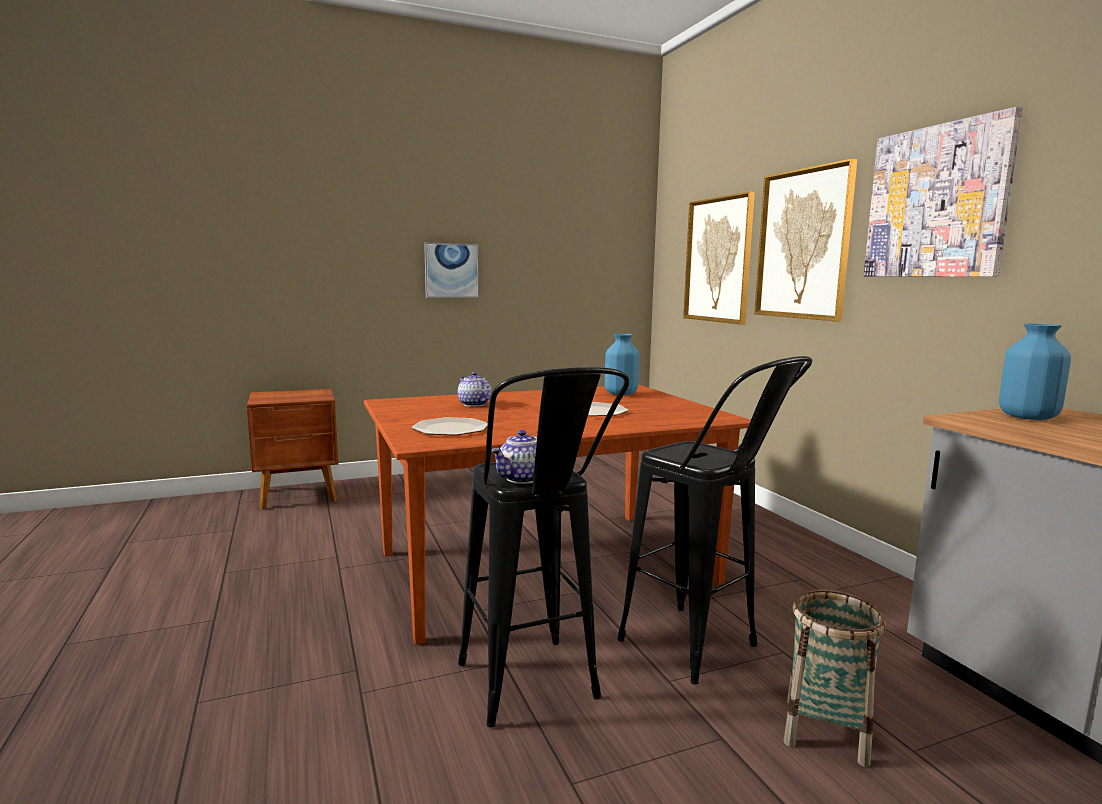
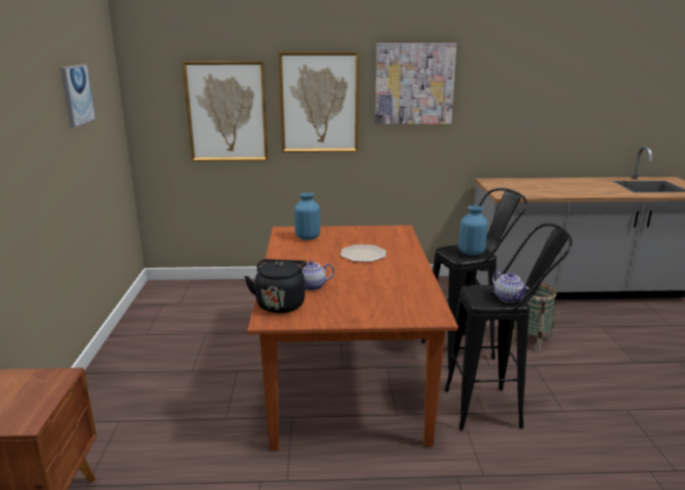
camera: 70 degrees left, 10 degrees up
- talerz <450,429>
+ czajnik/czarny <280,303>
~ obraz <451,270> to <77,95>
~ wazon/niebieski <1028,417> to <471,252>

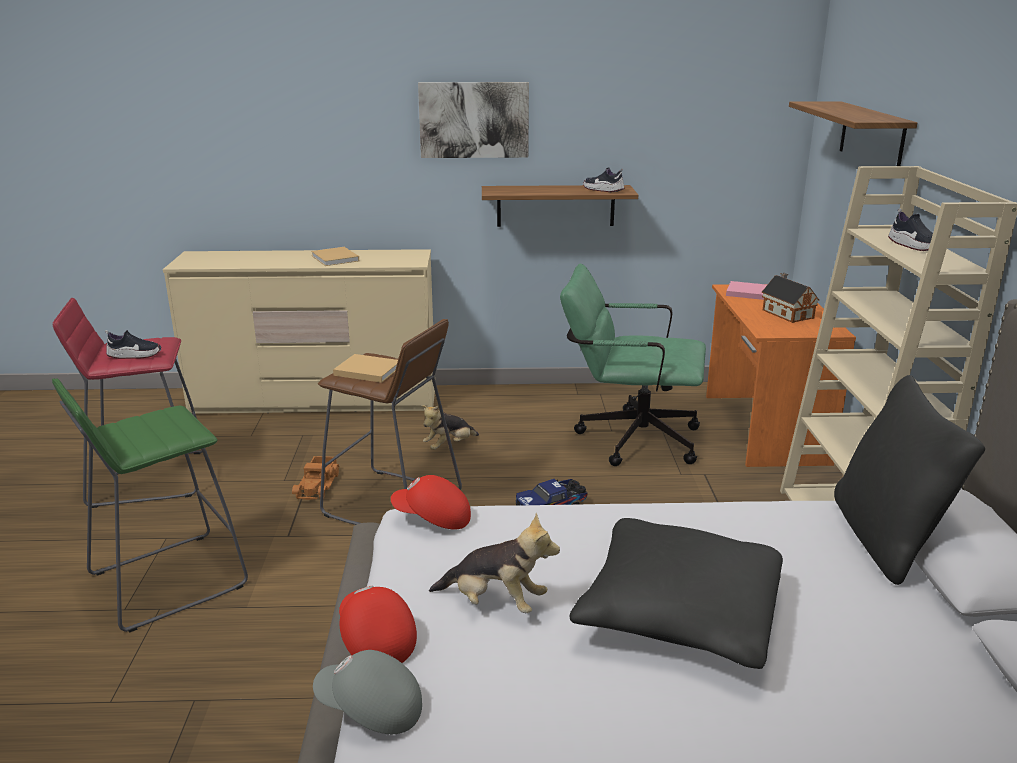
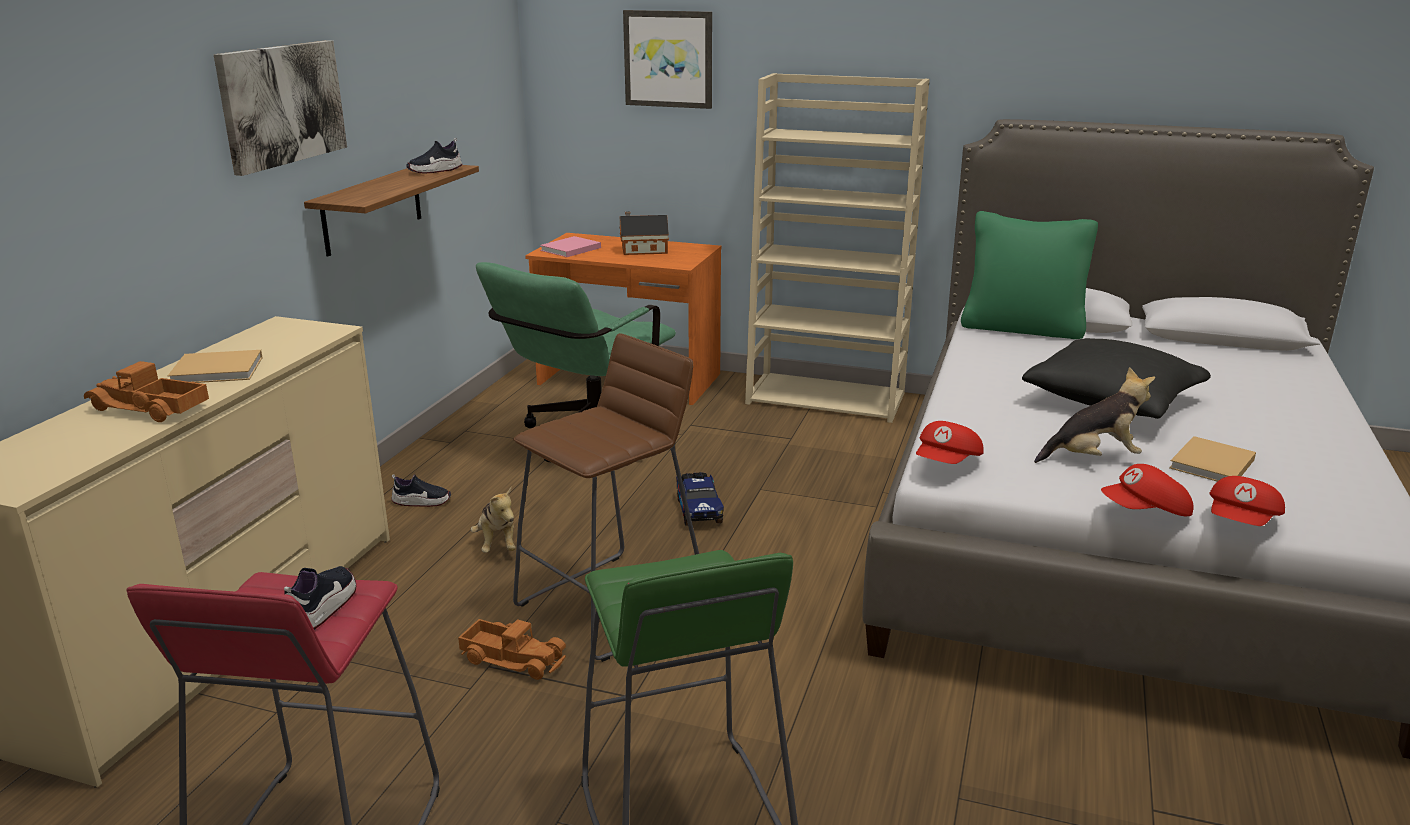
camera: 70 degrees left, 0 degrees up
+ ciężarówka zabawkowa <149,409>
~ książka/beżowy <366,370> to <1211,465>
~ but <913,246> to <421,502>
~ półka <871,136> to obraz <668,59>
~ czapka z daszkiem/szary <370,710> to czapka z daszkiem/czerwony <1242,522>
~ poduszka/czarny <887,539> to poduszka/zielony <1022,328>
~ pluszak <495,602> = <1093,458> 45 degrees clockwise

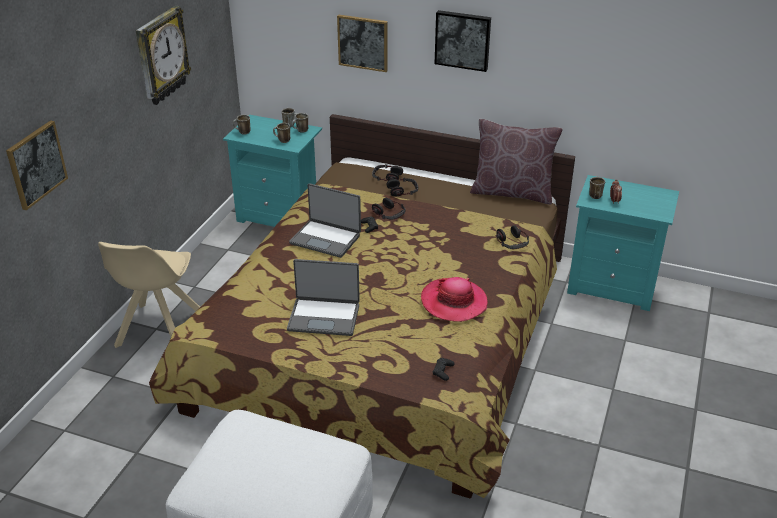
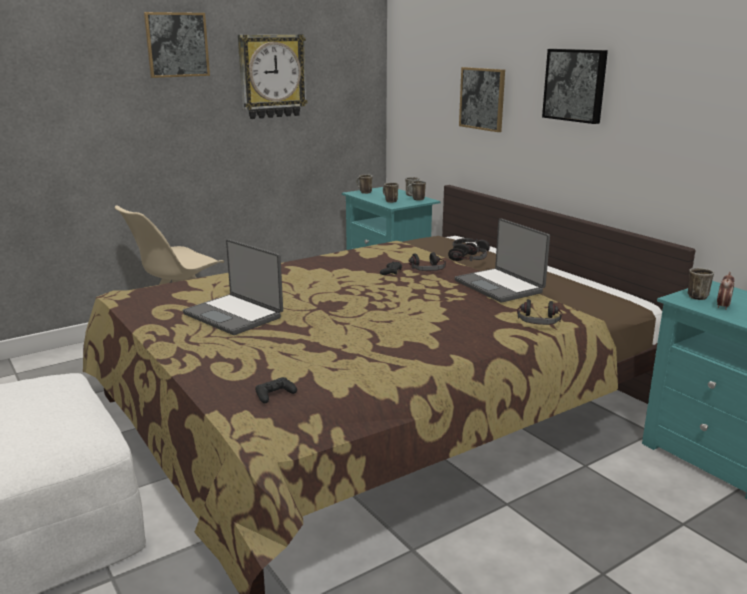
camera: 35 degrees right, 15 degrees down
- kapelusz <454,302>
- poduszka/brązowy <512,192>
~ obraz <36,164> to <177,45>
~ laptop <326,239> to <500,286>

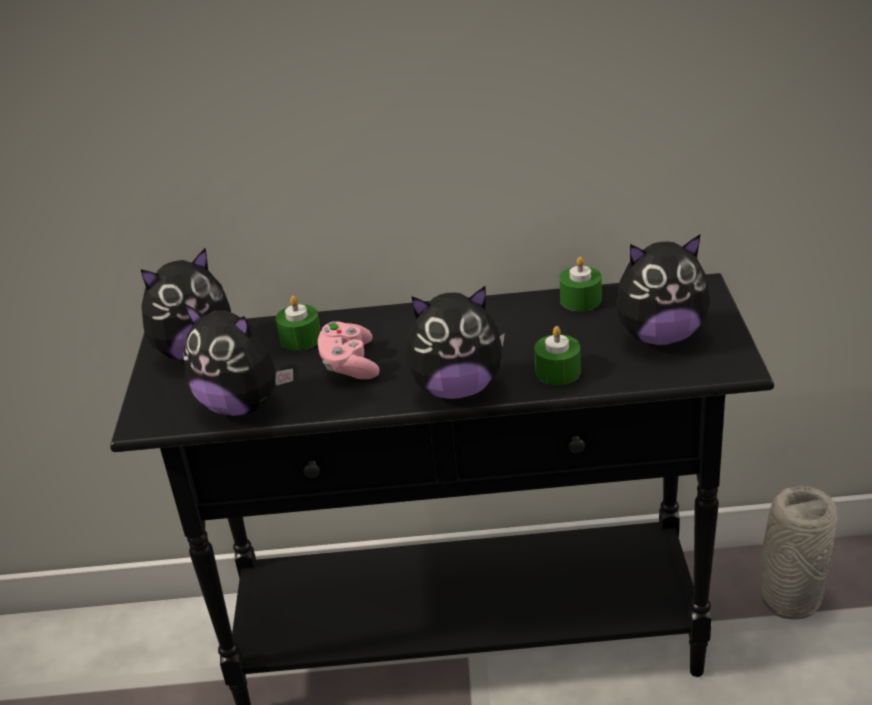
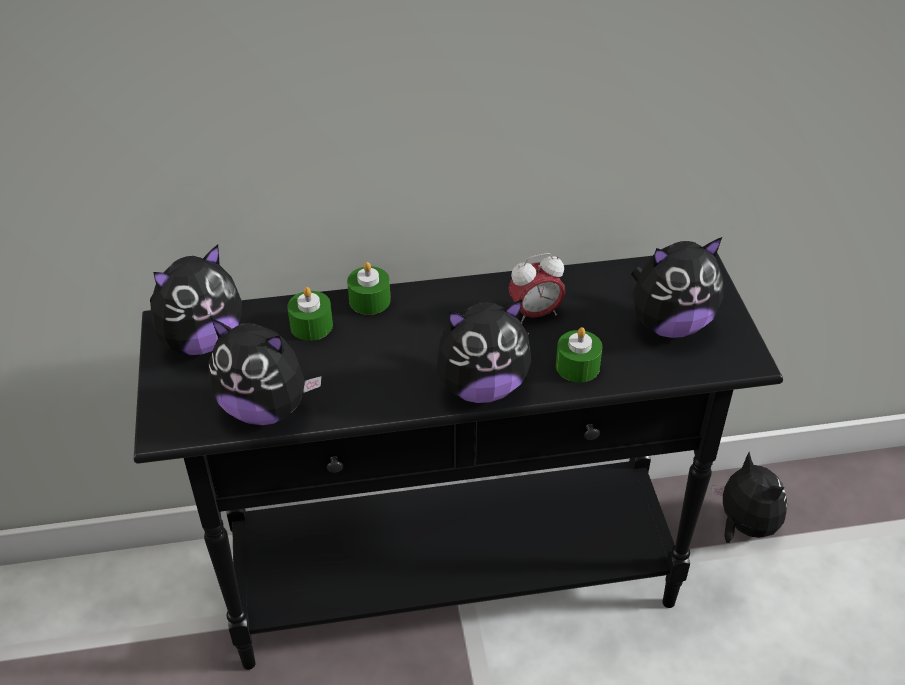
camera: 10 degrees left, 10 degrees up
- pad do gier/różowy <349,365>
+ budzik <535,314>
~ świeca/zielony <580,300> to <369,300>
~ wazon/szary <788,599> to pluszak <744,526>

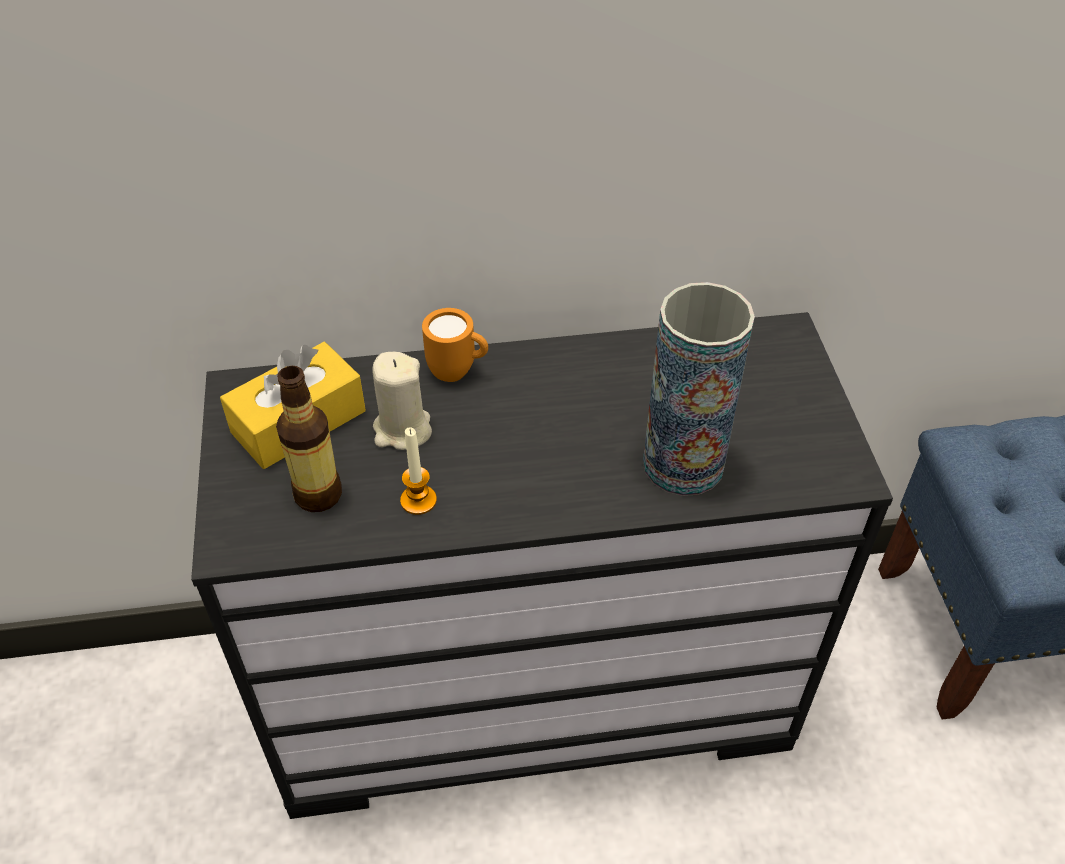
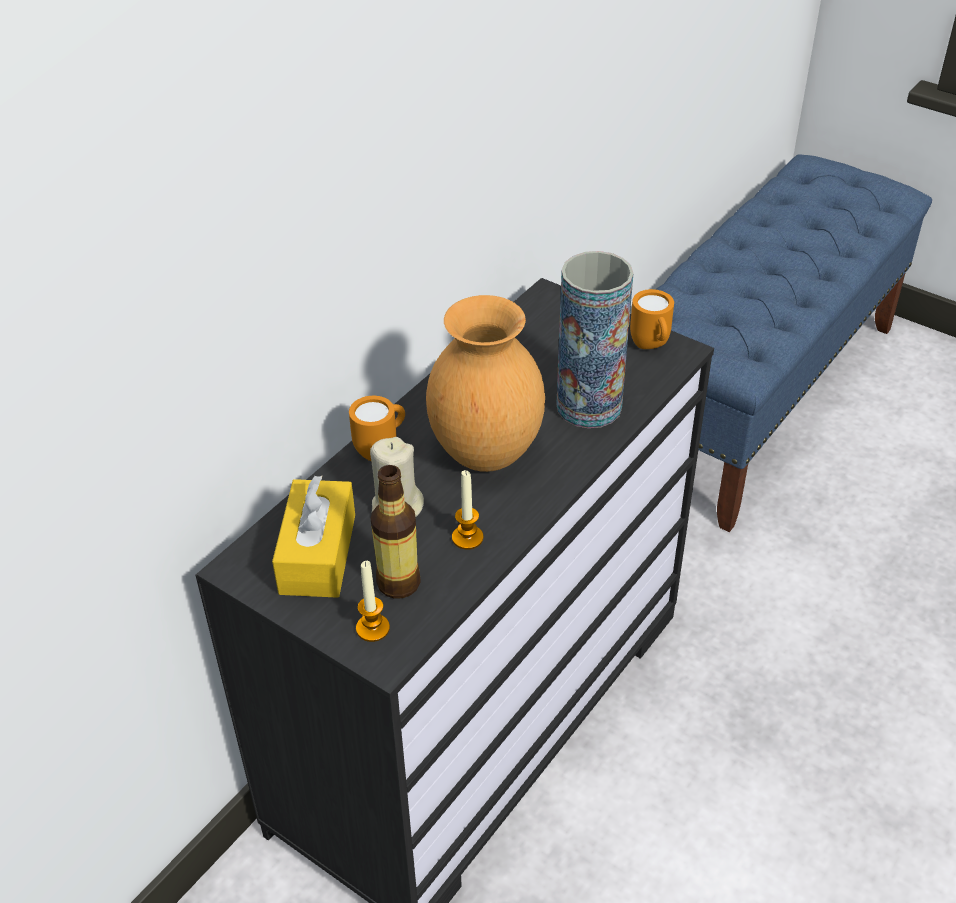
camera: 45 degrees left, 5 degrees down
+ świeca <372,628>
+ wazon/brązowy <486,453>
+ kubek/pomarańczowy <651,346>

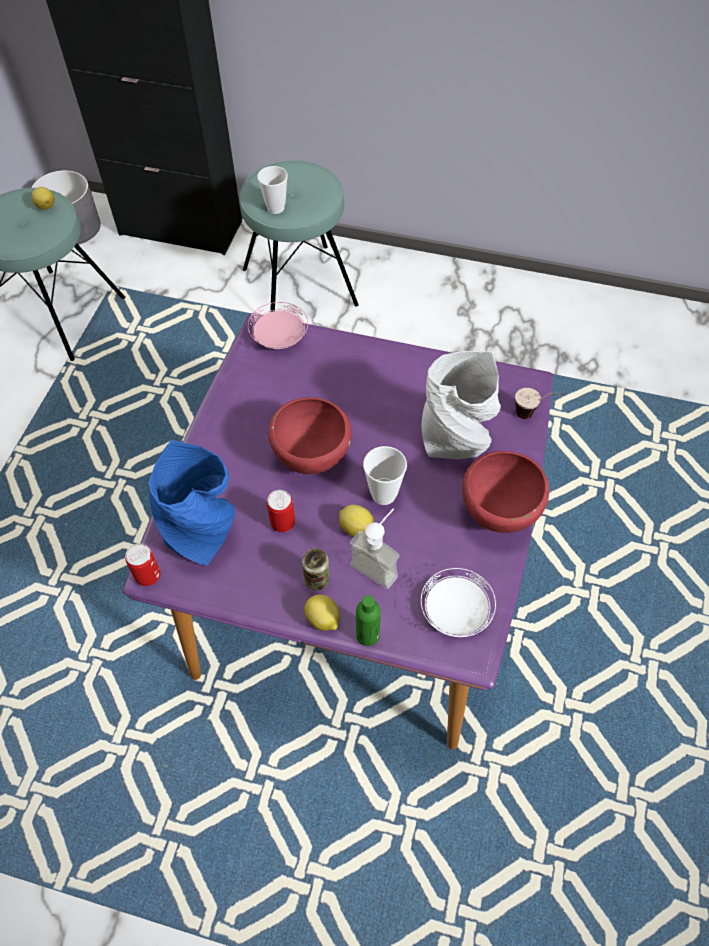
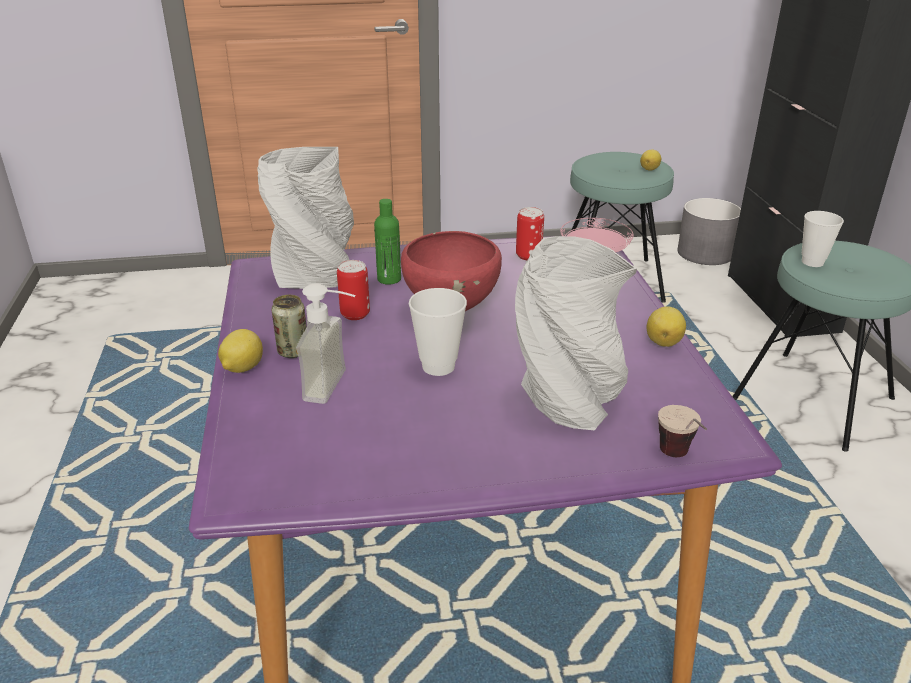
camera: 65 degrees right, 25 degrees down
- talerz/biały <456,611>
- miska/czerwony <499,515>
~ puszka <148,576> to <528,256>
~ cytryna <355,527> to <664,341>
~ butelka/zielony <367,635> to <389,279>
~ wazon/niebieski <203,533> to wazon/szary <316,277>

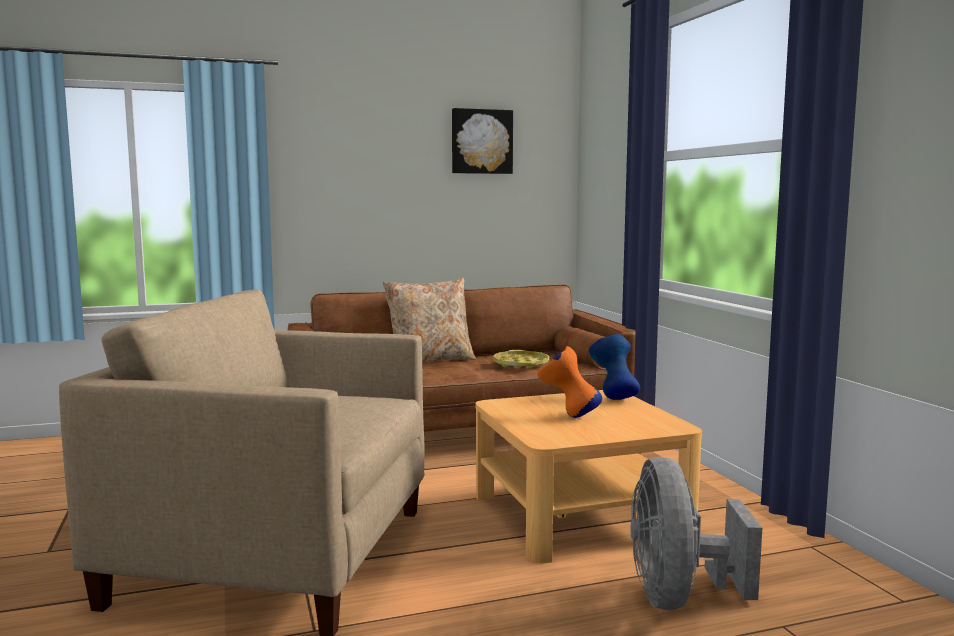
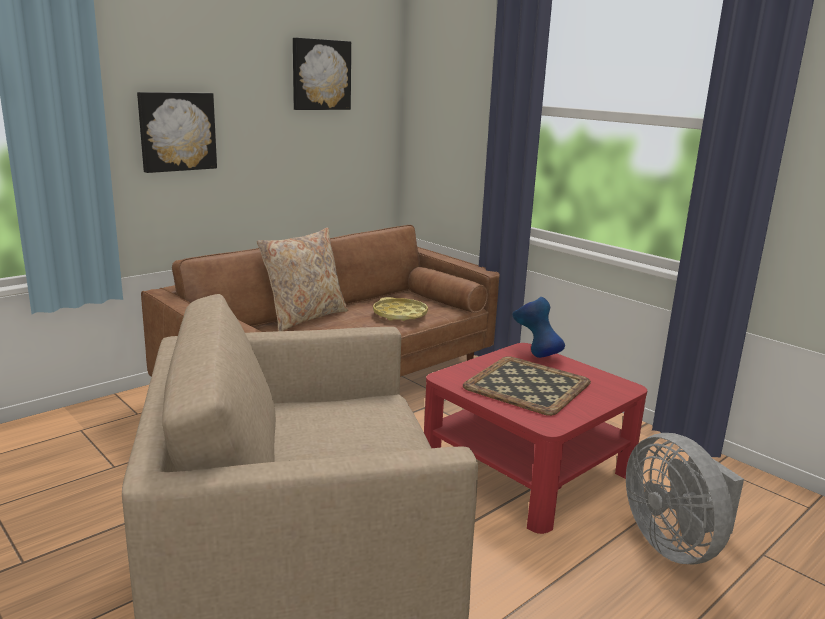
camera: 25 degrees left, 10 degrees up
+ obraz <177,131>
~ wazon/pomarańczowy <568,416> to taca <527,386>
~ ława/beżowy <580,514> to ława/czerwony <527,467>

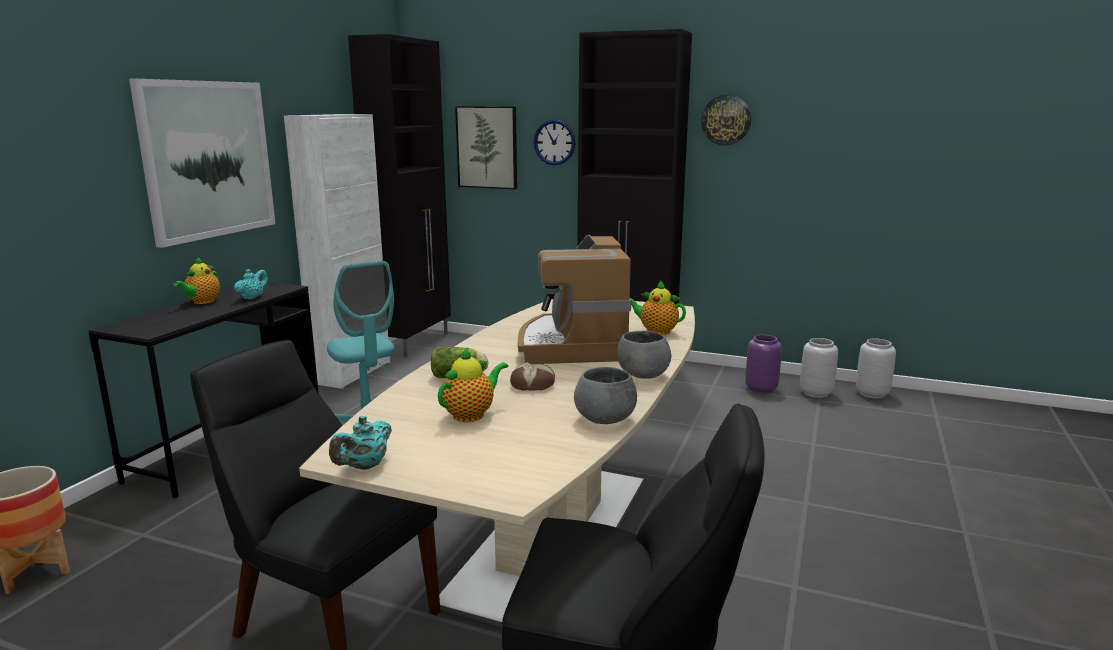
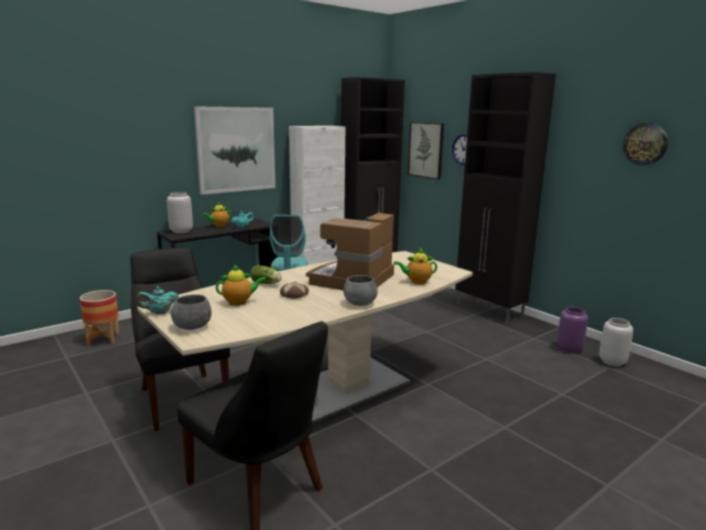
camera: 30 degrees right, 0 degrees up
~ miska/szary <605,419> to <192,327>
~ zegar ścienny <726,120> to <645,144>
~ wazon/szary <872,394> to <181,231>
~ imbryk <655,331> = <416,281> 60 degrees counterclockwise

